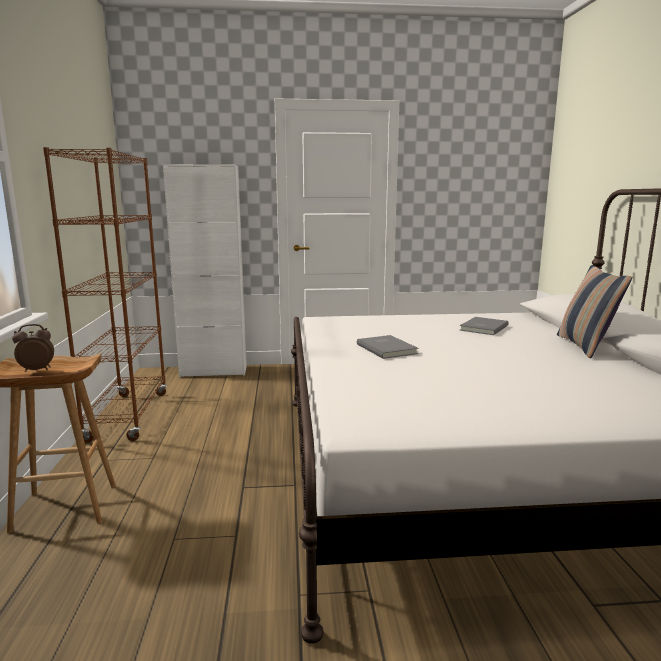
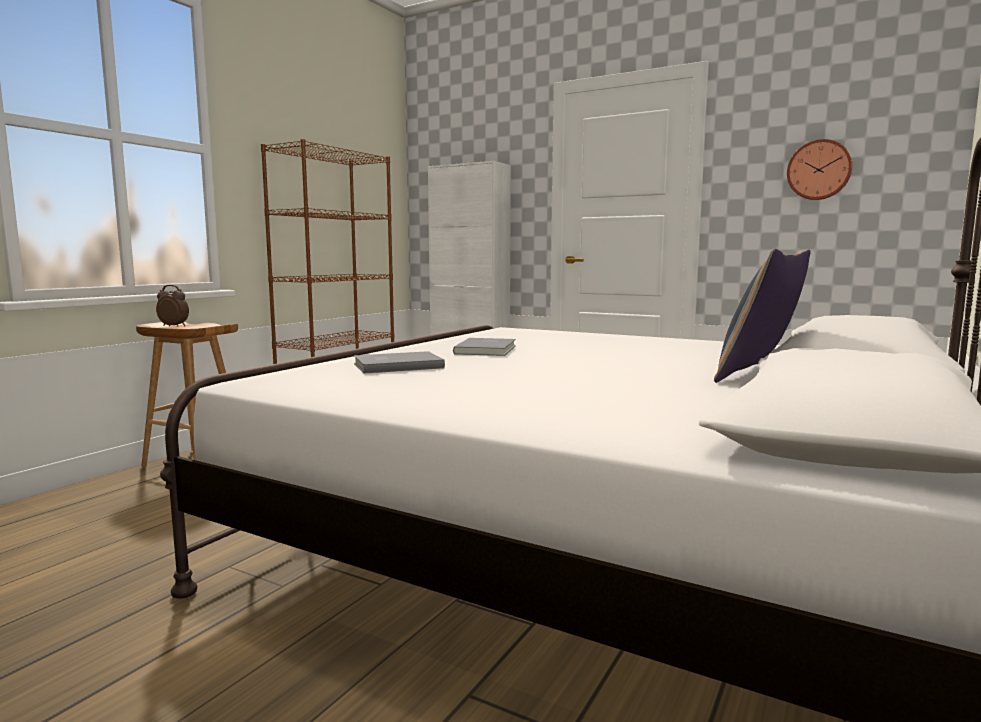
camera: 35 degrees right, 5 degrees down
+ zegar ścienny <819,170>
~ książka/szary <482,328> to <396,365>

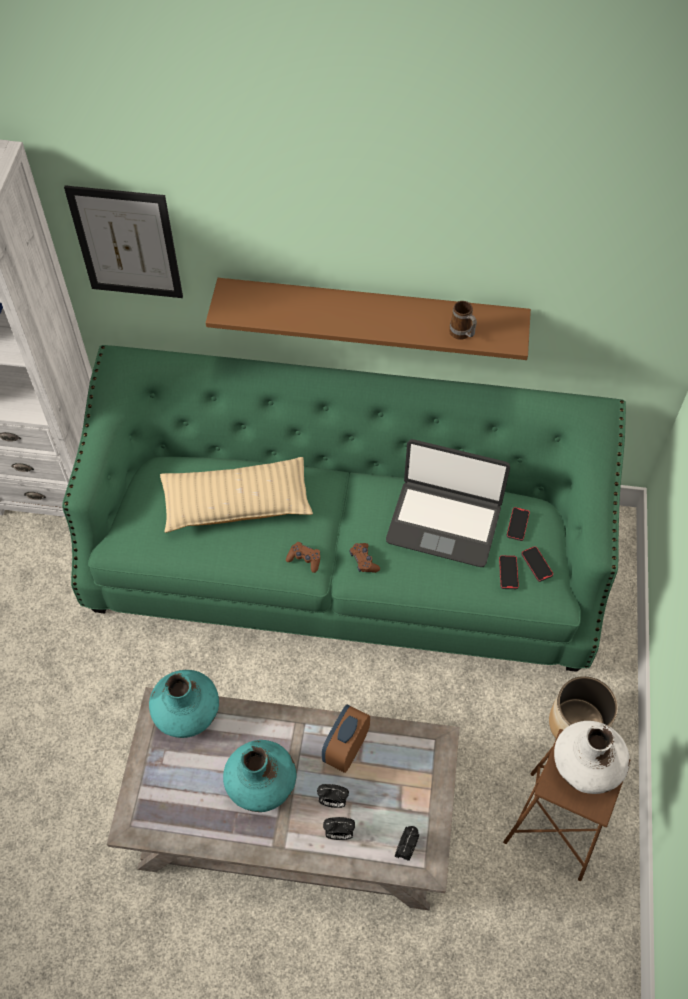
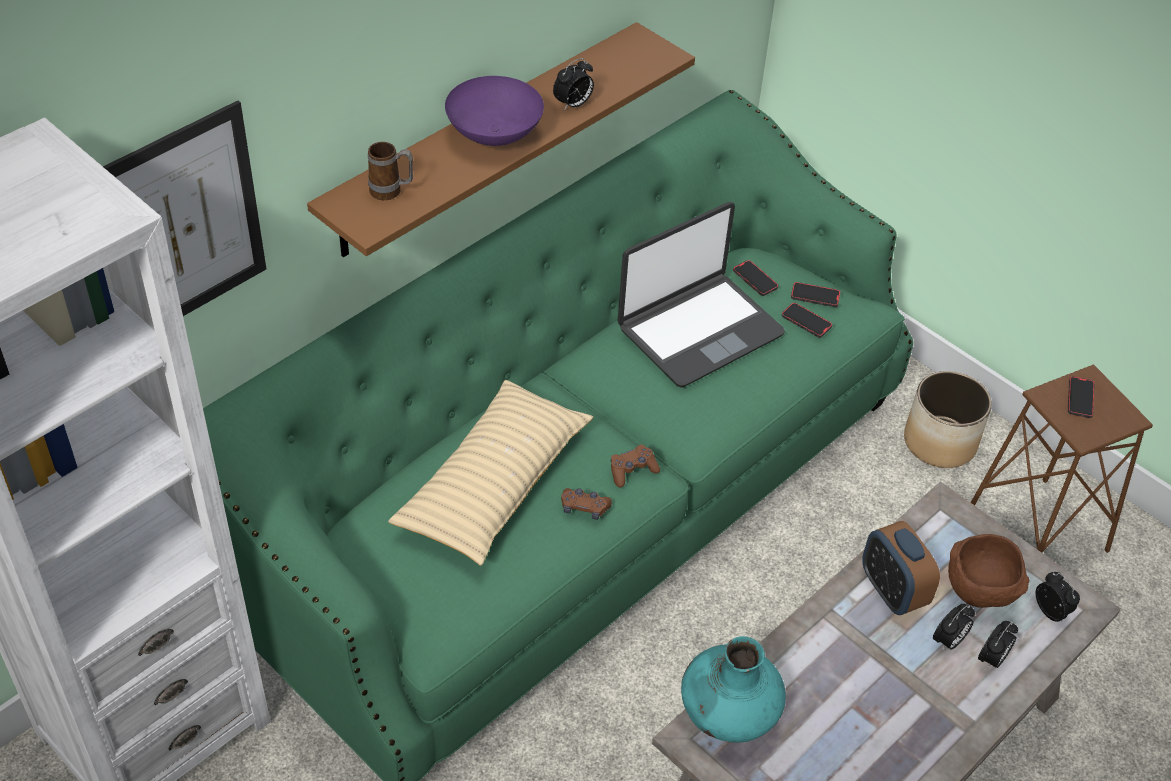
camera: 55 degrees left, 10 degrees down
- wazon/turkusowy <262,785>
+ miska/fioletowy <493,135>
+ budzik <573,105>
+ miska/brązowy <981,592>
~ pad do gier/brązowy <363,561> to <584,508>
~ kubek <462,335> to <391,192>
~ wazon/biały <586,767> to telefon <1080,399>

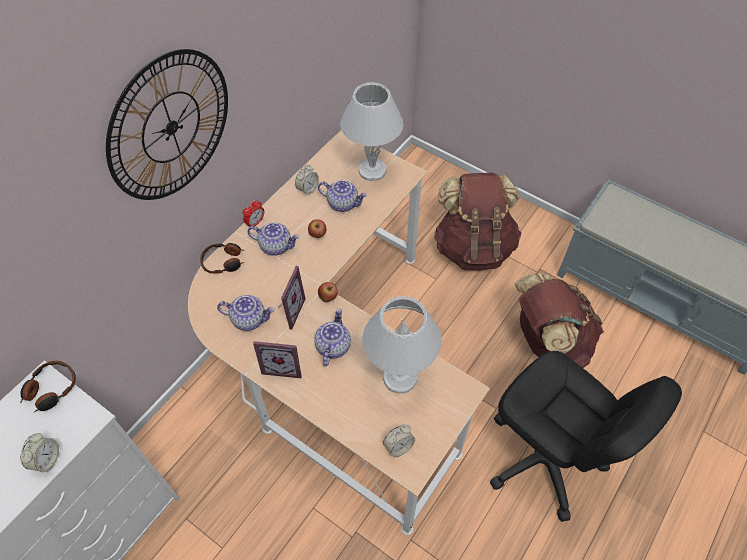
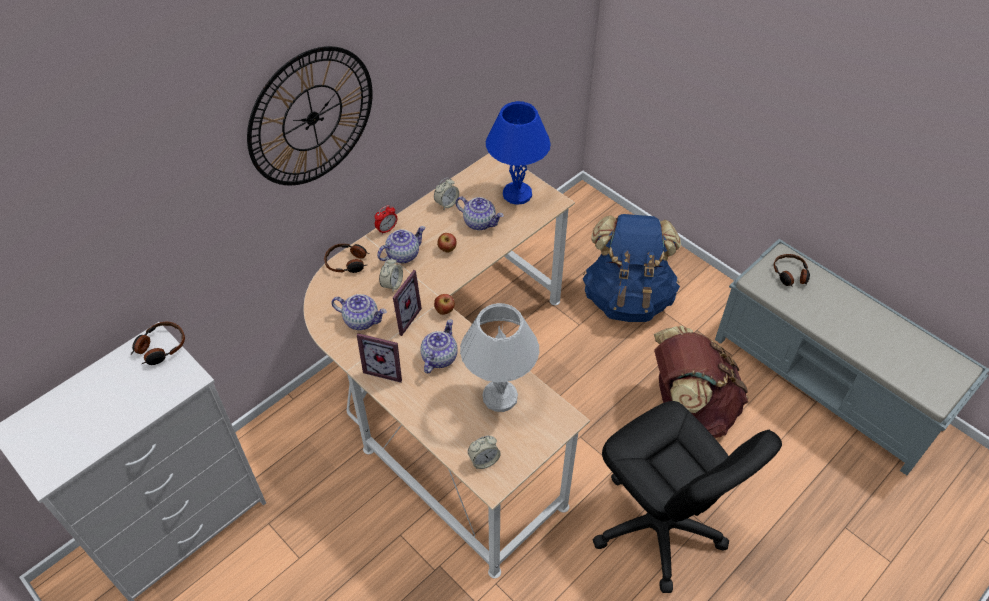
camera: 10 degrees right, 5 degrees down
+ słuchawki <790,275>
~ budzik <47,459> to <392,284>
~ lampa stołowa/biały <371,171> to lampa stołowa/niebieski <516,194>
~ plecak/brązowy <473,247> to plecak/niebieski <627,298>
~ imbryk <276,246> = <403,254> 60 degrees counterclockwise

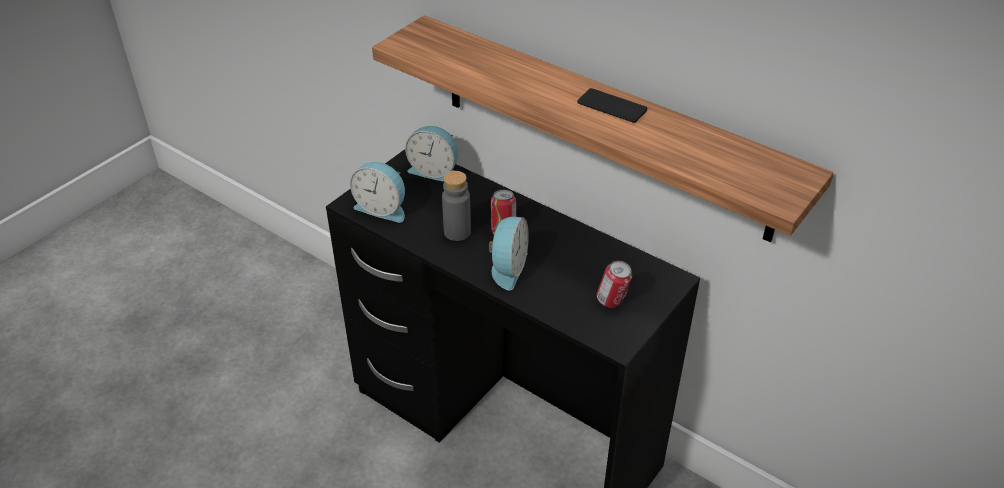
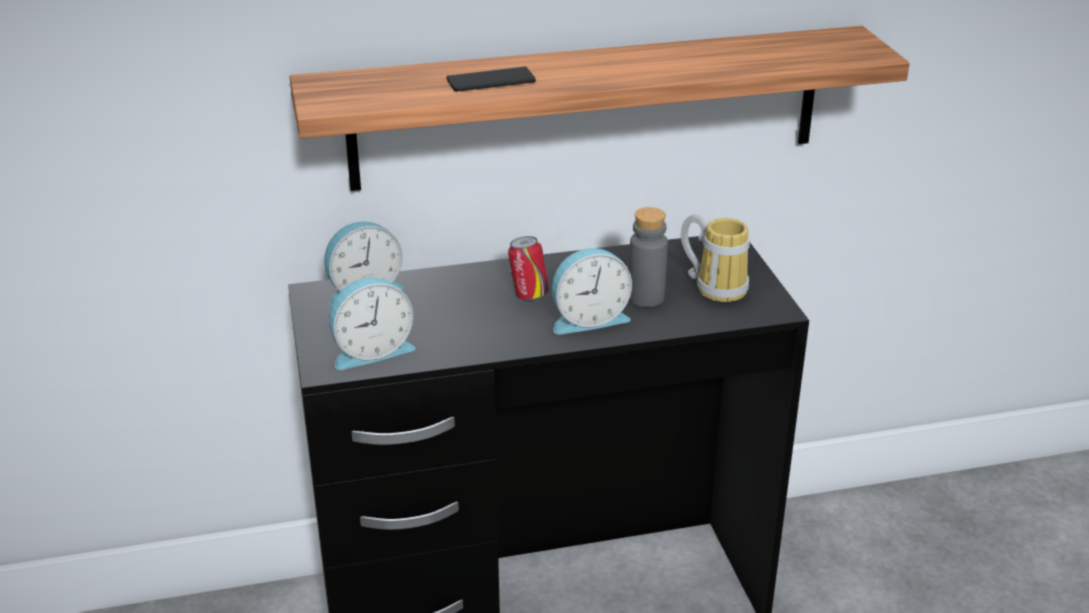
camera: 50 degrees left, 10 degrees down
~ butelka/szary <457,232> to <646,297>
~ telefon <612,106> to <491,81>
~ puszka <612,302> to kubek <716,286>
~ budzik <507,268> = <588,319> 105 degrees clockwise

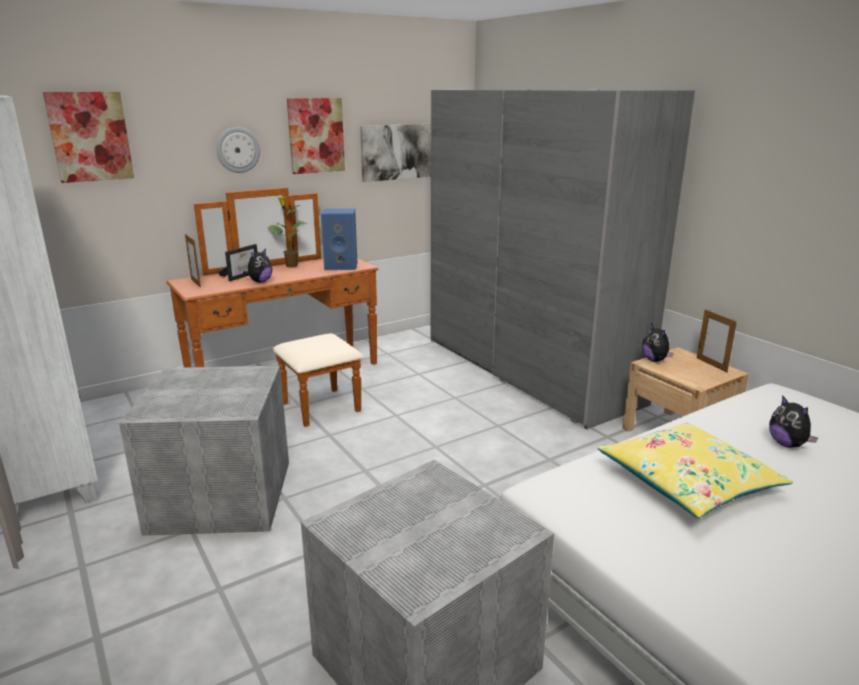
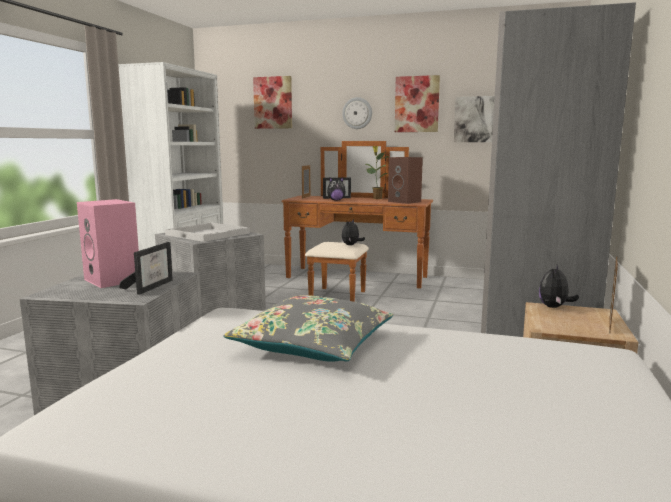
camera: 50 degrees right, 10 degrees down
+ głośnik/różowy <114,280>
+ ramka na zdjęcie <151,286>
+ taca/biały <209,234>
~ pluszak <787,444> to <351,245>
~ głośnik/niebieski <342,266> to głośnik/brązowy <405,201>
~ poduszka/żółty <688,482> to poduszka/szary <314,344>

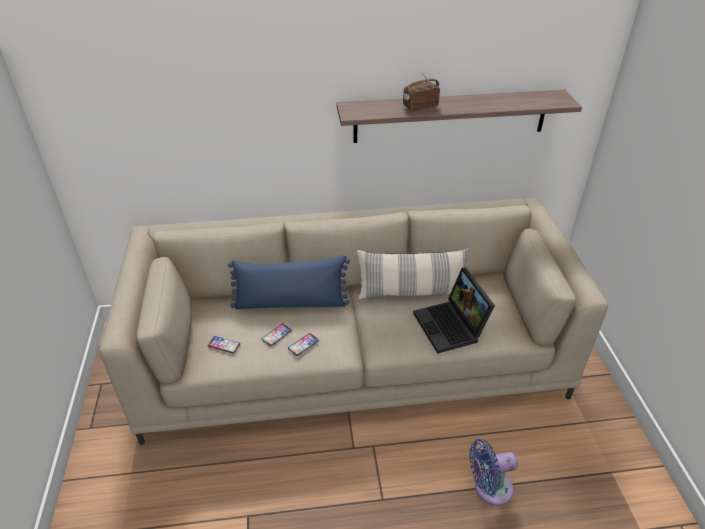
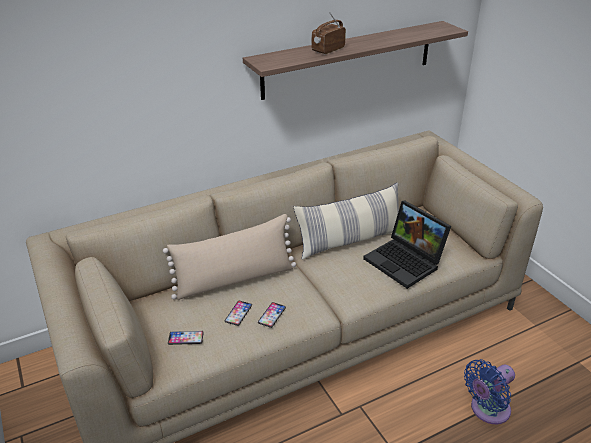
camera: 20 degrees left, 5 degrees down
~ poduszka/niebieski <291,303> to poduszka/beżowy <235,279>

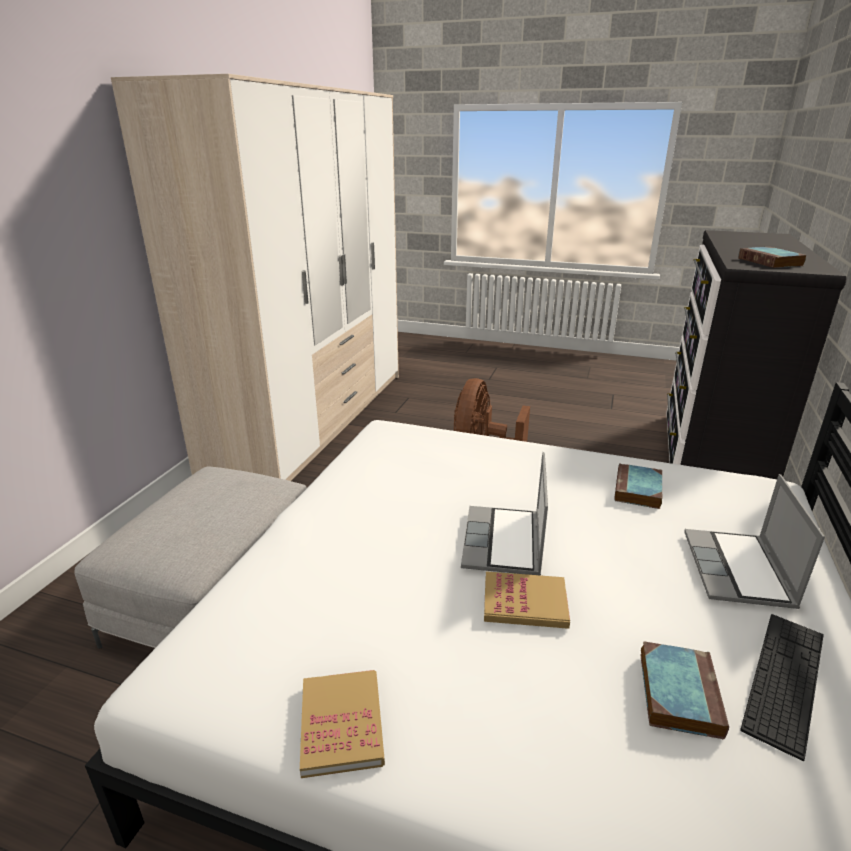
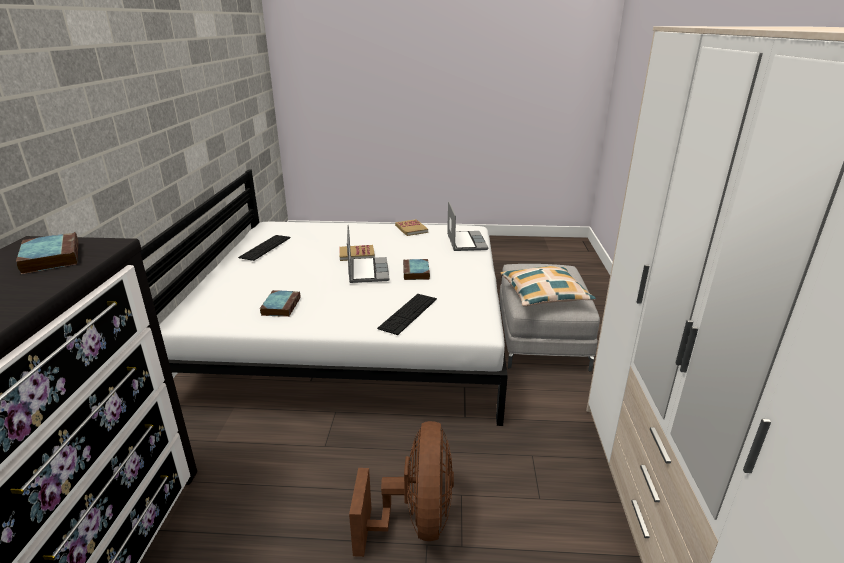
camera: 165 degrees right, 0 degrees up
+ klawiatura <408,313>
+ poduszka <544,294>
~ książka <678,691> to <416,272>
~ laptop <739,571> to <465,242>

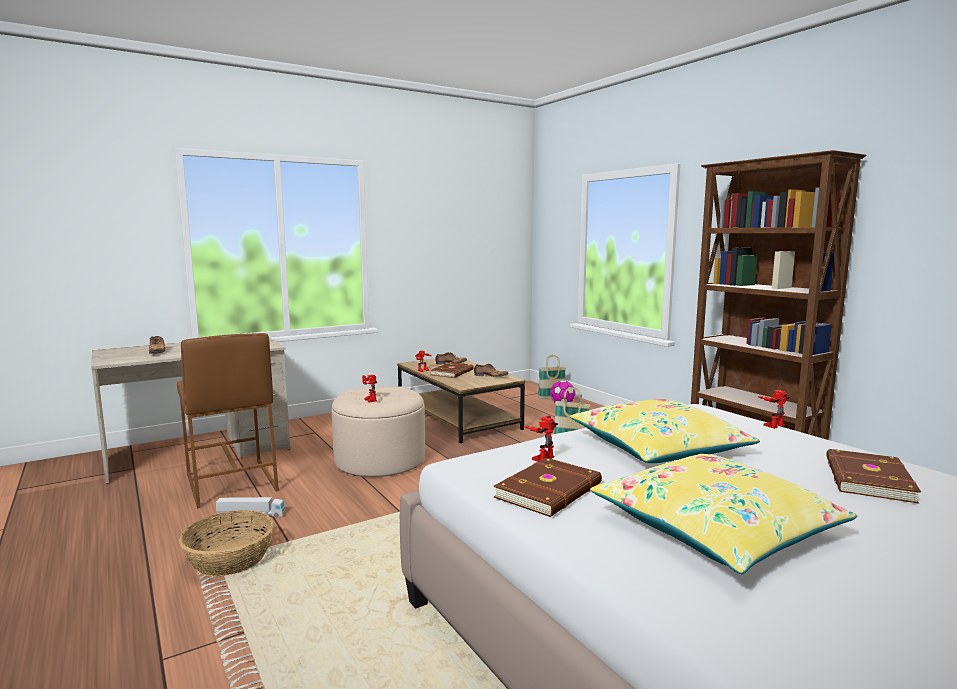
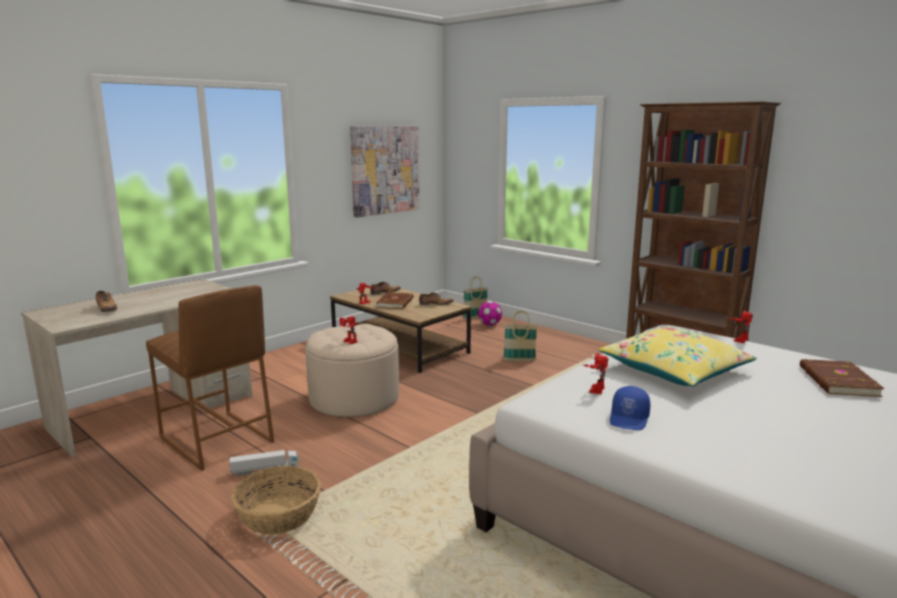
camera: 15 degrees left, 5 degrees up
- poduszka/żółty <715,528>
+ obraz <385,170>
~ książka/brązowy <550,491> to czapka z daszkiem/niebieski <629,419>

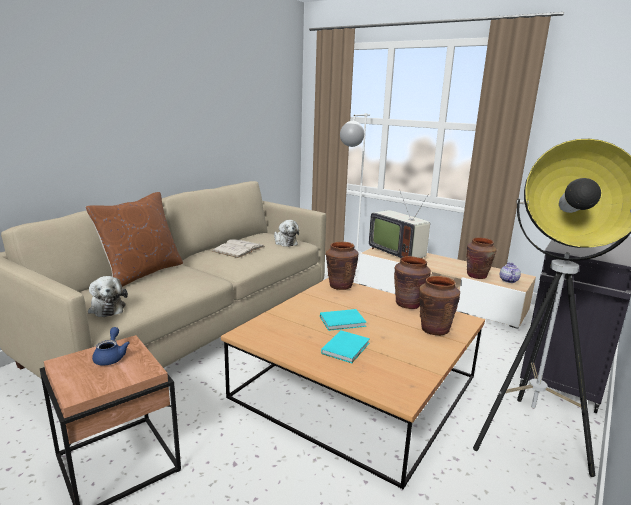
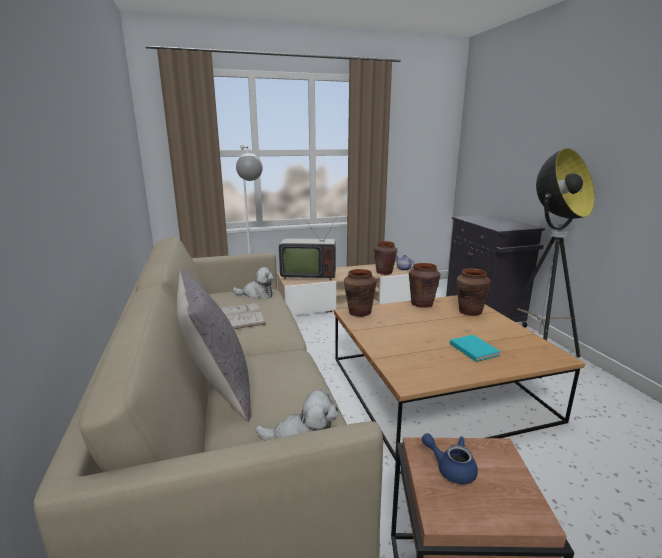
camera: 50 degrees left, 0 degrees up
- książka/turkusowy <343,321>
~ poduszka/brązowy <142,273> to poduszka/szary <218,388>

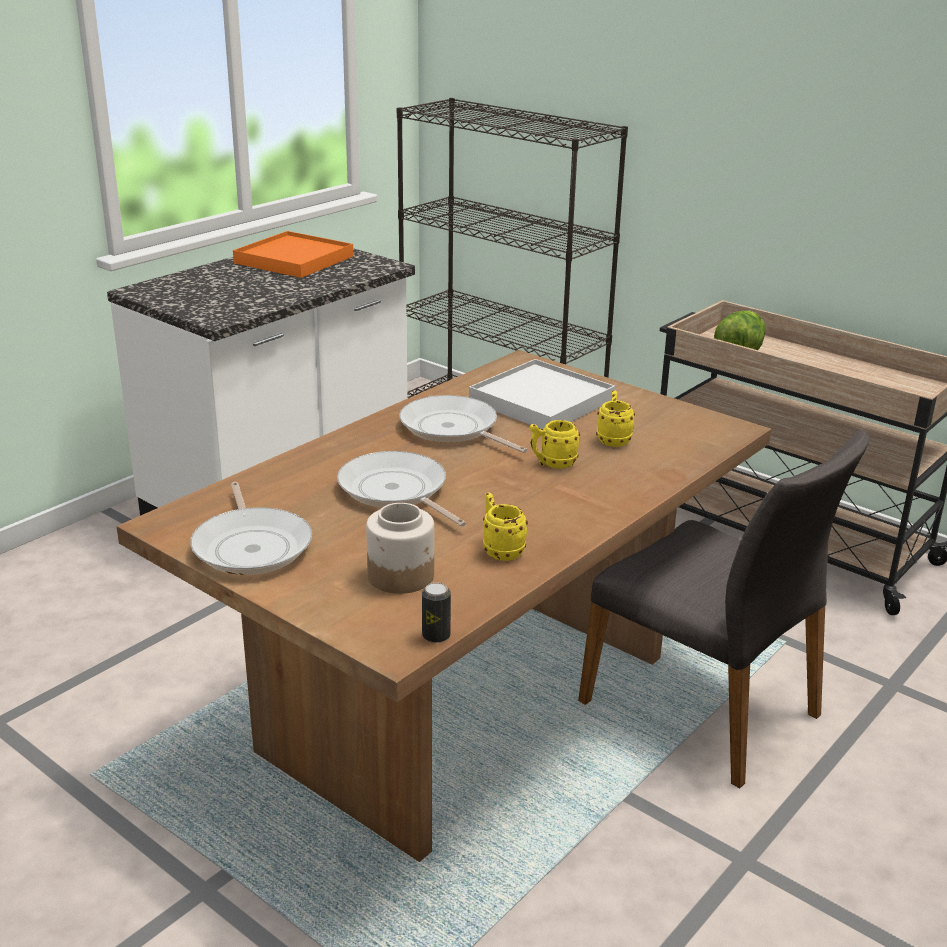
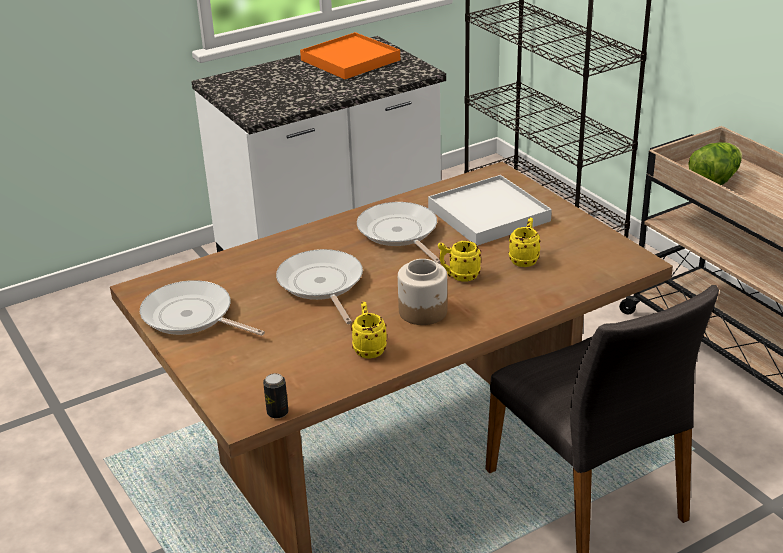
camera: 20 degrees right, 5 degrees up
~ słoik <402,576> to <423,312>
~ patelnia <252,545> = <191,317> 120 degrees clockwise

